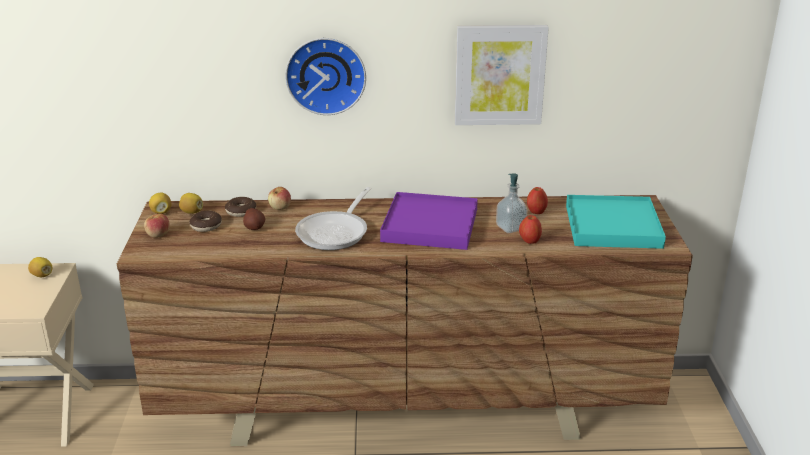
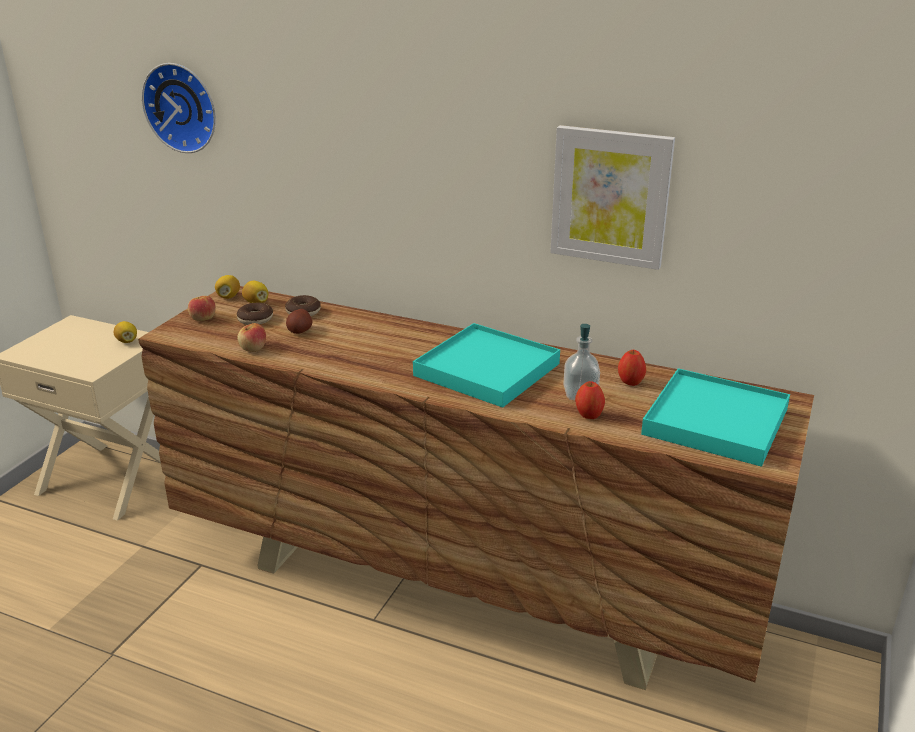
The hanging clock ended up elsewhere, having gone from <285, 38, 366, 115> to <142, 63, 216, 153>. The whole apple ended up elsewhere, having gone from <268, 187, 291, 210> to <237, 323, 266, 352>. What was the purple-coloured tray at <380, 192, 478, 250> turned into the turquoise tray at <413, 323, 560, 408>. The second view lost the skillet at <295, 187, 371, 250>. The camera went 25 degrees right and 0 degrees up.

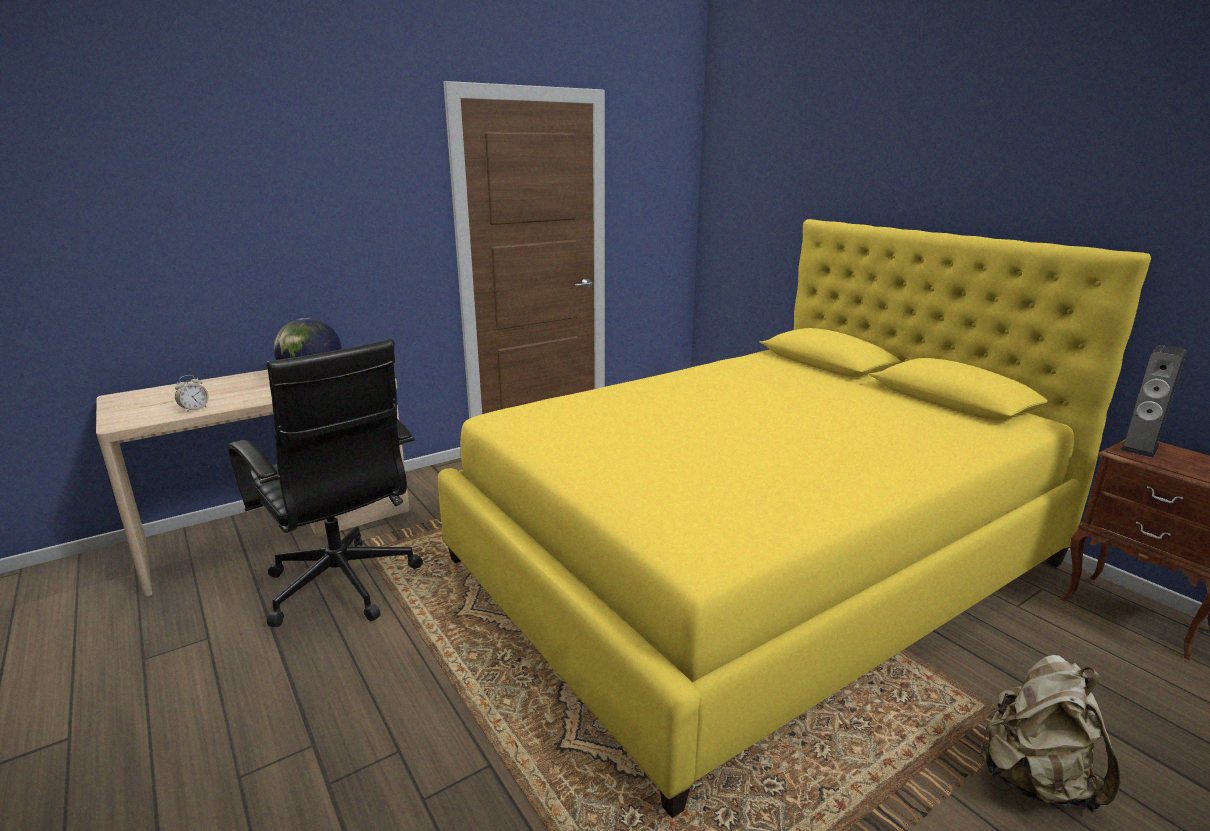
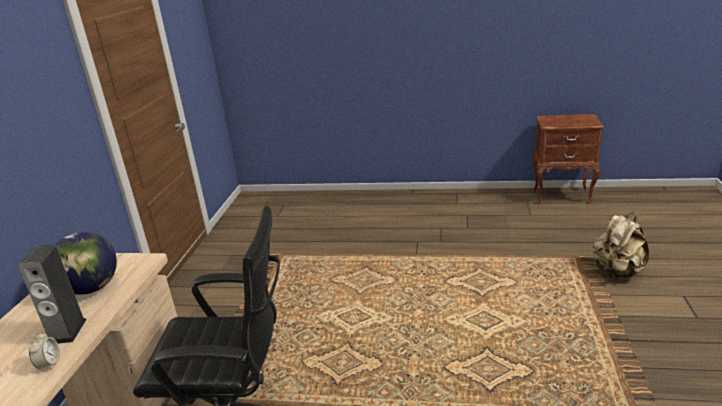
The loudspeaker ended up elsewhere, having gone from <1120, 345, 1187, 458> to <18, 244, 87, 344>. The second view lost the yellowish bed at <438, 219, 1151, 818>. The camera went 45 degrees left and 5 degrees up.

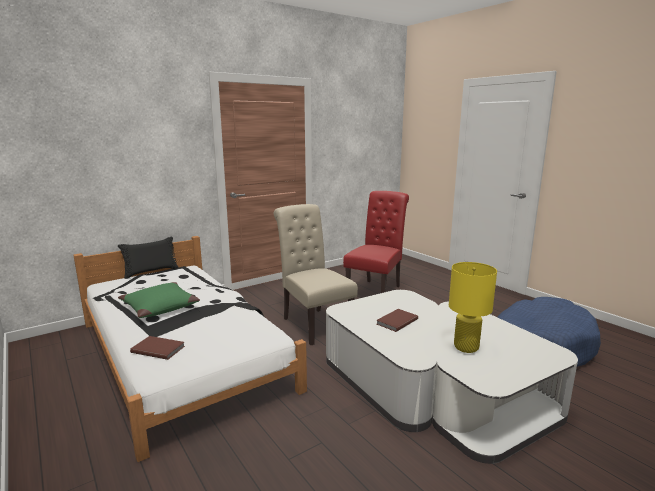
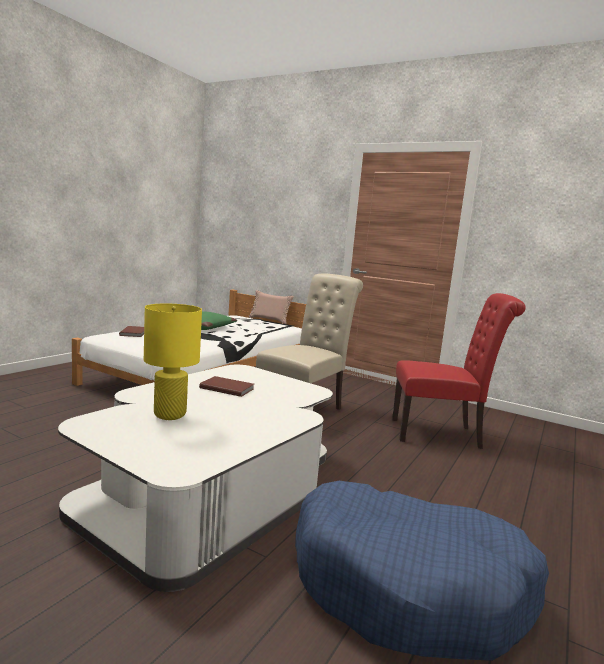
What was the black-coloured pillow at <118, 237, 178, 279> turned into the beige pillow at <249, 290, 294, 324>. The camera went 65 degrees right and 5 degrees down.

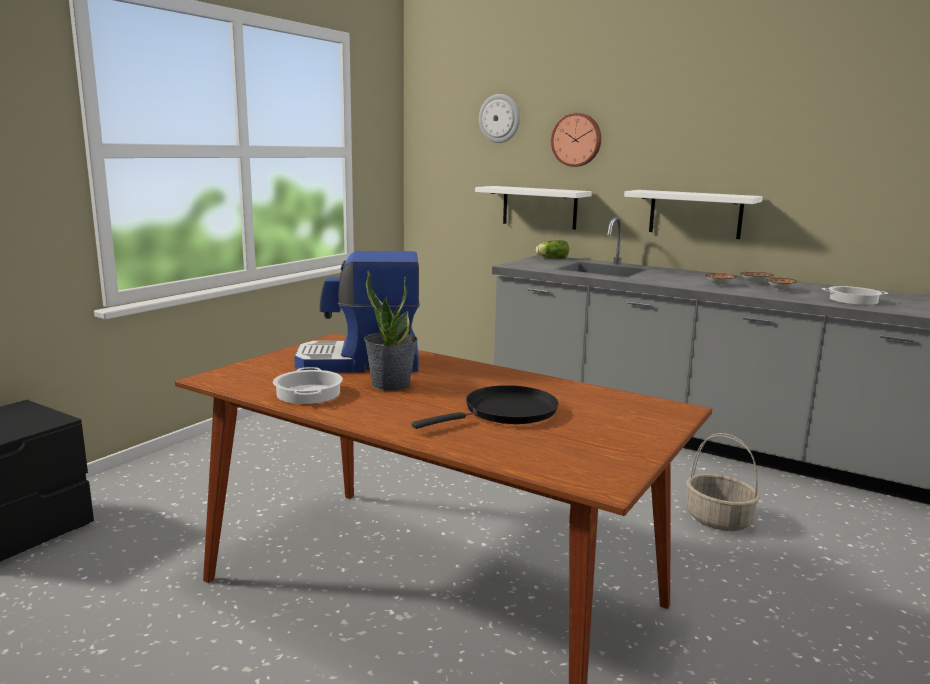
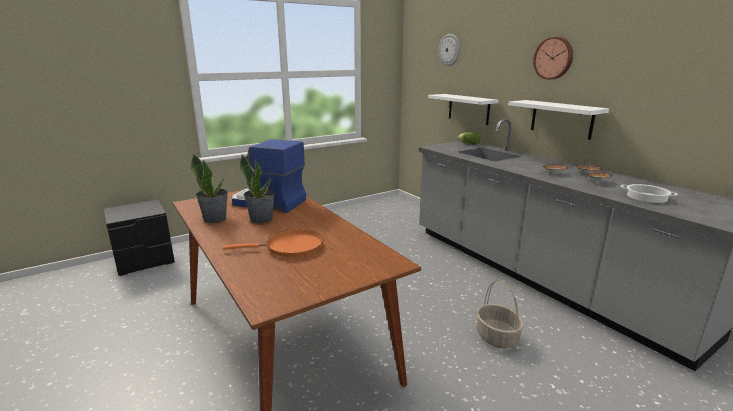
Where the stockpot stood at <273, 367, 343, 404>, the houseplant came to stand at <191, 153, 228, 223>. What was the black-coloured skillet at <412, 385, 559, 429> turned into the orange skillet at <223, 229, 324, 257>. The hanging clock ended up elsewhere, having gone from <551, 113, 601, 167> to <533, 37, 573, 80>. The camera went 25 degrees right and 5 degrees up.

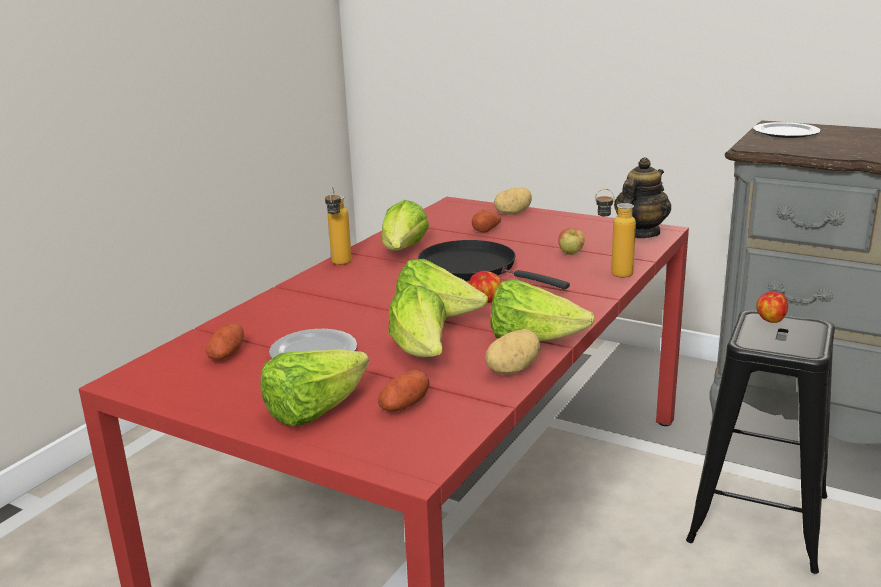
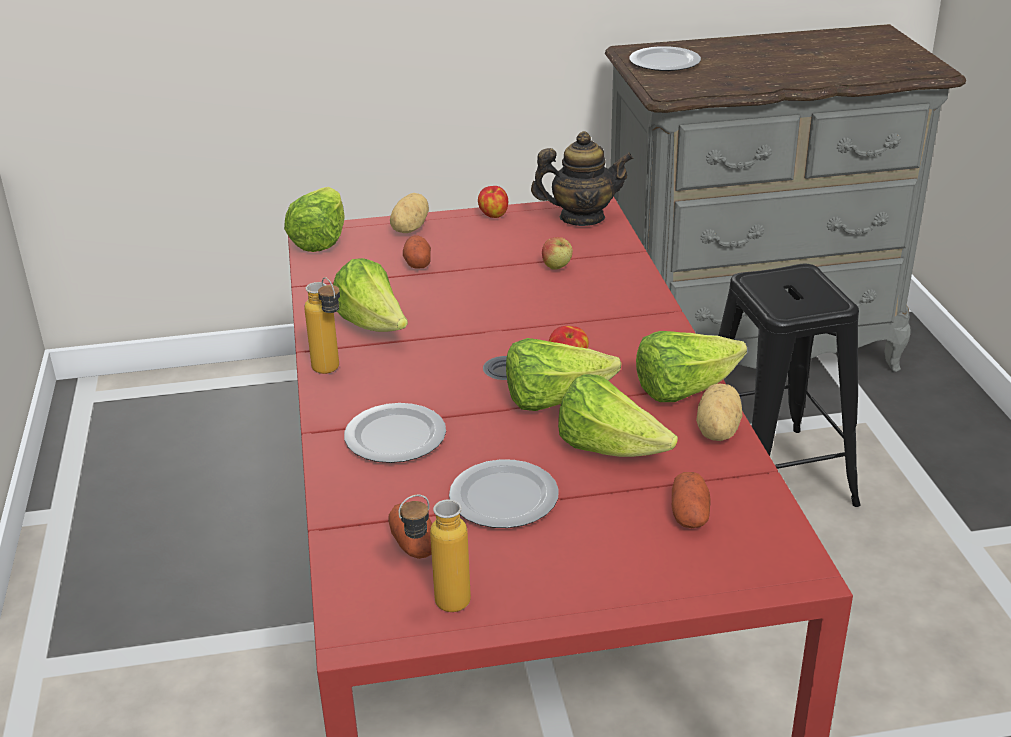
The lettuce head ended up elsewhere, having gone from <261, 349, 369, 426> to <284, 187, 345, 252>. The second view gained the plate at <344, 403, 446, 463>. The beverage bottle ended up elsewhere, having gone from <595, 189, 636, 278> to <399, 495, 471, 612>. The whole apple ended up elsewhere, having gone from <756, 292, 788, 323> to <478, 186, 508, 218>. The pot for tea at <614, 157, 671, 238> ended up facing another way, 90 degrees clockwise from before. The second view lost the black-coloured skillet at <418, 240, 570, 289>. The camera went 40 degrees left and 10 degrees up.

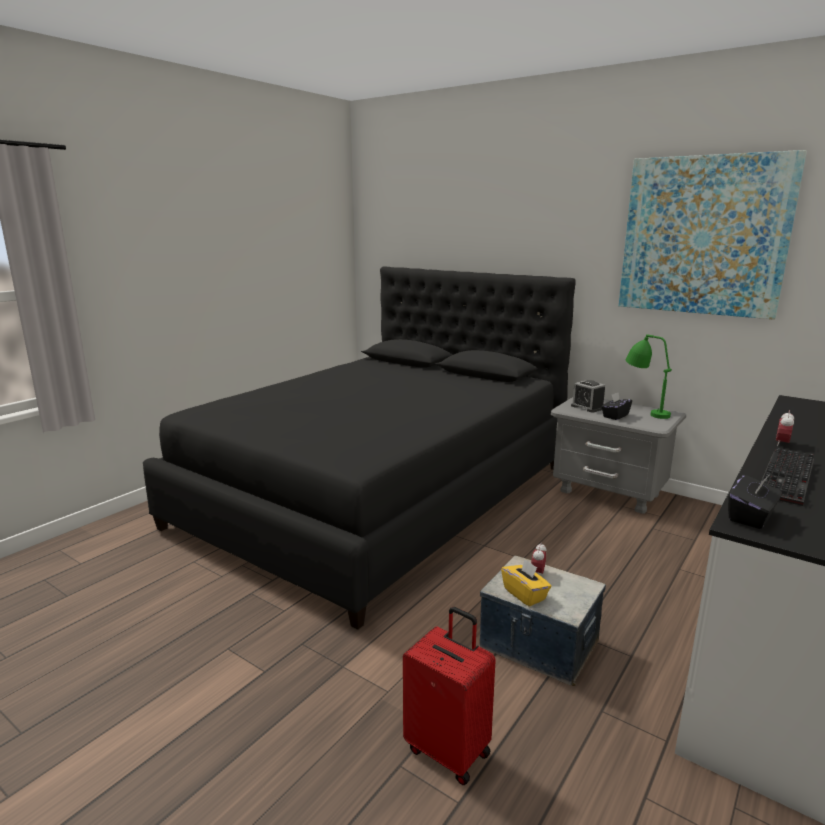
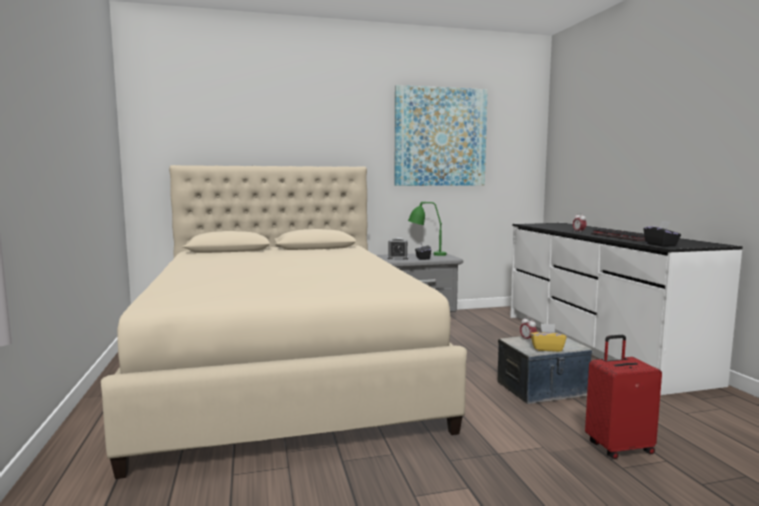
What was the black-coloured bed at <143, 267, 576, 630> turned into the beige bed at <101, 165, 467, 479>. The camera went 50 degrees left and 10 degrees down.

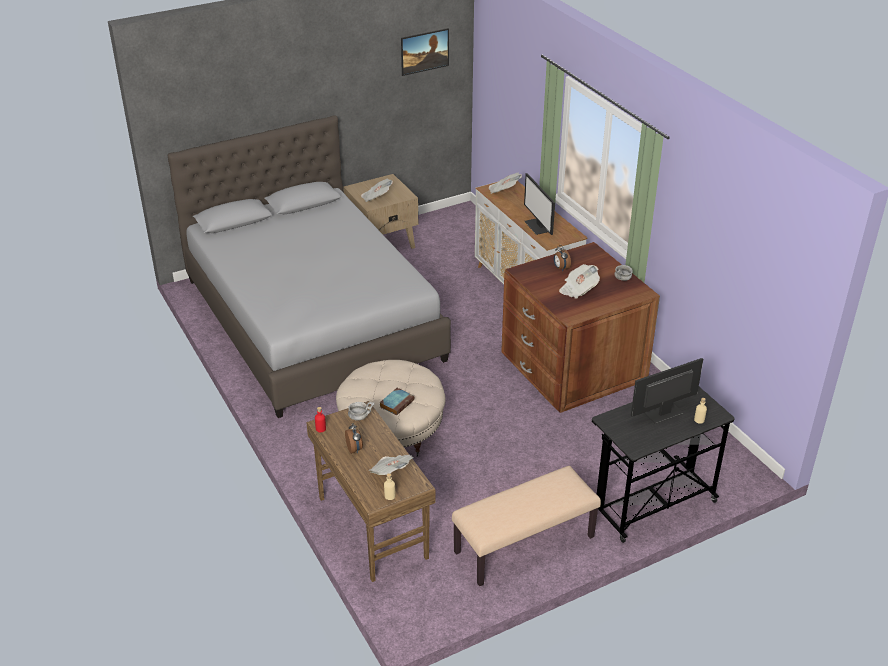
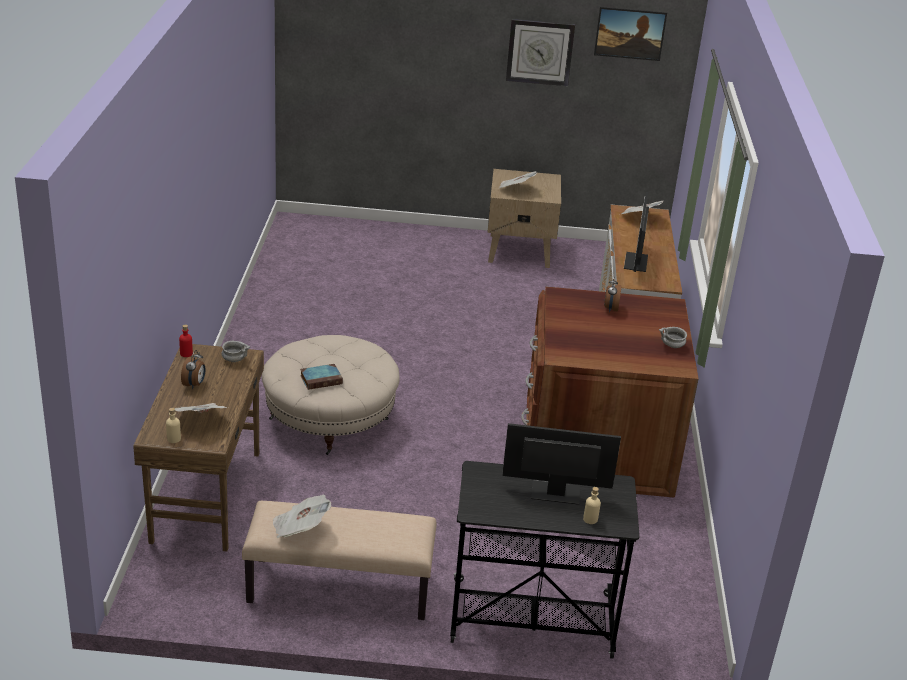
The printed paper ended up elsewhere, having gone from <559, 264, 600, 299> to <273, 495, 331, 538>. The second view gained the hanging clock at <506, 19, 575, 86>. The second view lost the gray bed at <168, 115, 451, 418>. The camera went 30 degrees right and 5 degrees down.

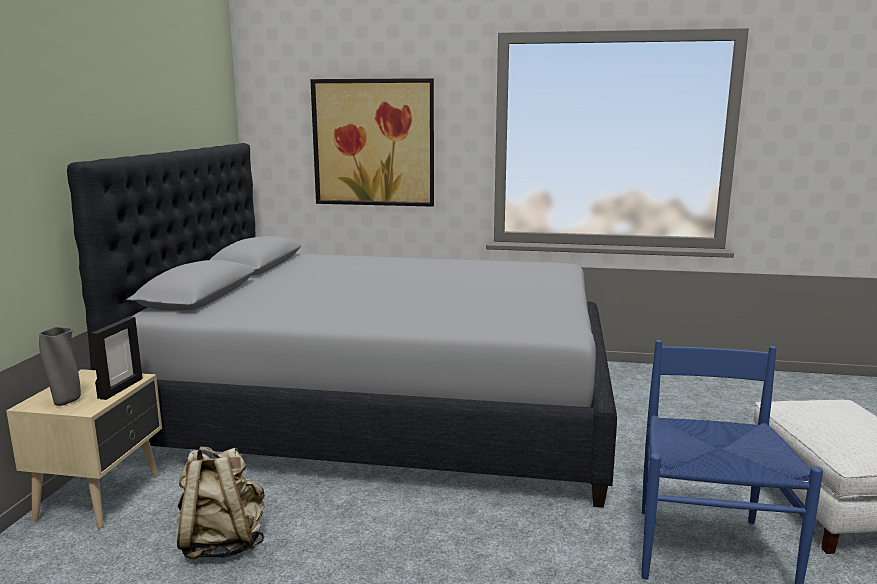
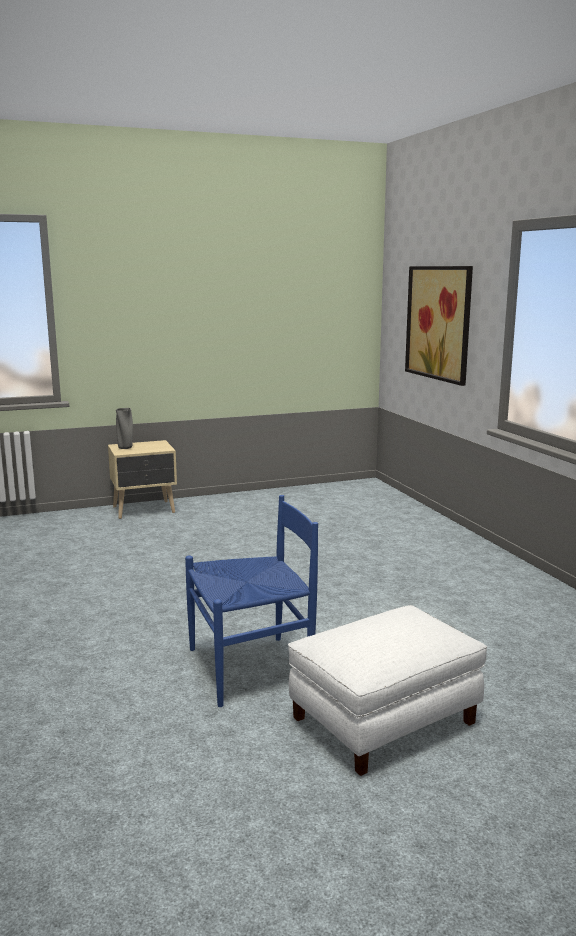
The second view lost the gray bed at <67, 143, 617, 508>. The second view lost the photo frame at <91, 316, 143, 400>. The second view lost the beige knapsack at <177, 446, 265, 559>. The camera went 60 degrees right and 0 degrees up.

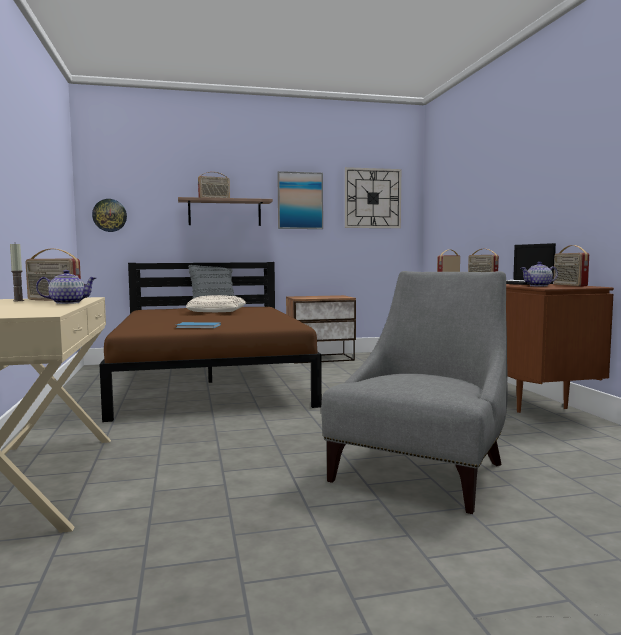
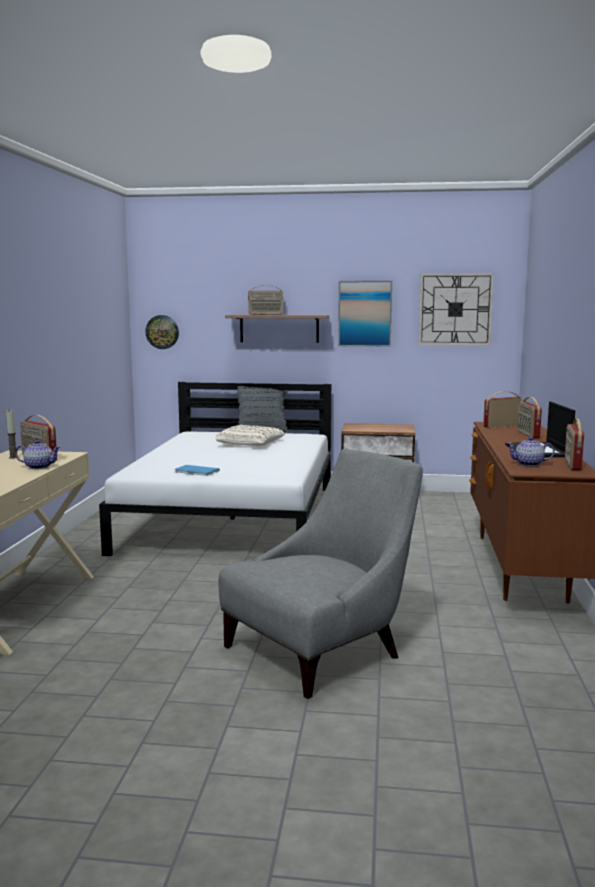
What was the brown bed at <99, 262, 322, 422> turned into the white-coloured bed at <99, 382, 331, 556>. The camera went 20 degrees right and 5 degrees up.

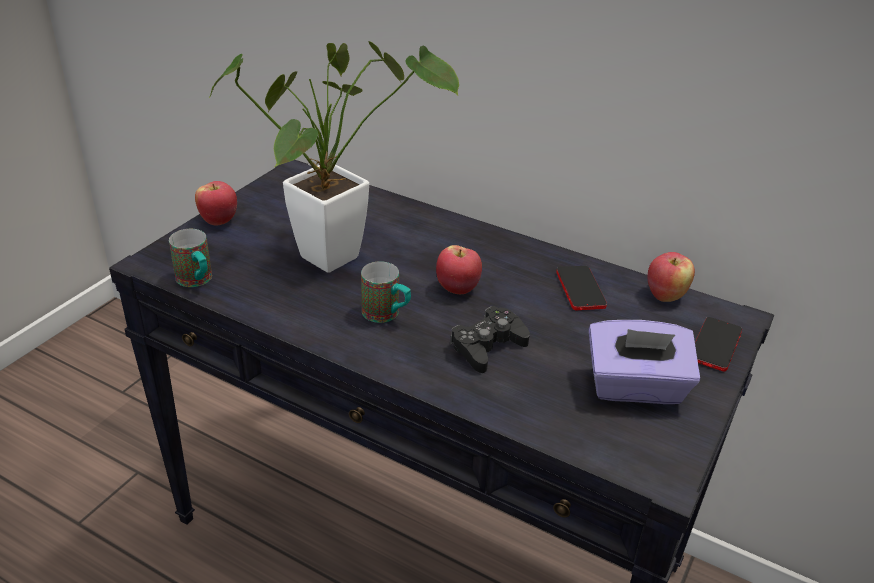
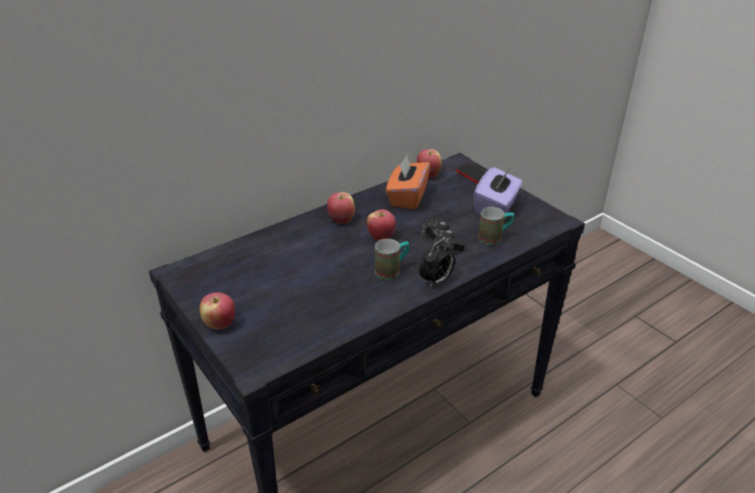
The second view gained the whole apple at <327, 192, 355, 224>. Where the telephone stood at <556, 266, 607, 310>, the orange tissue box came to stand at <386, 155, 430, 210>. The second view gained the bedside clock at <419, 238, 455, 287>. The coffee mug ended up elsewhere, having gone from <169, 229, 212, 287> to <478, 207, 514, 245>. The second view lost the houseplant at <208, 41, 459, 273>. The camera went 65 degrees left and 0 degrees up.

